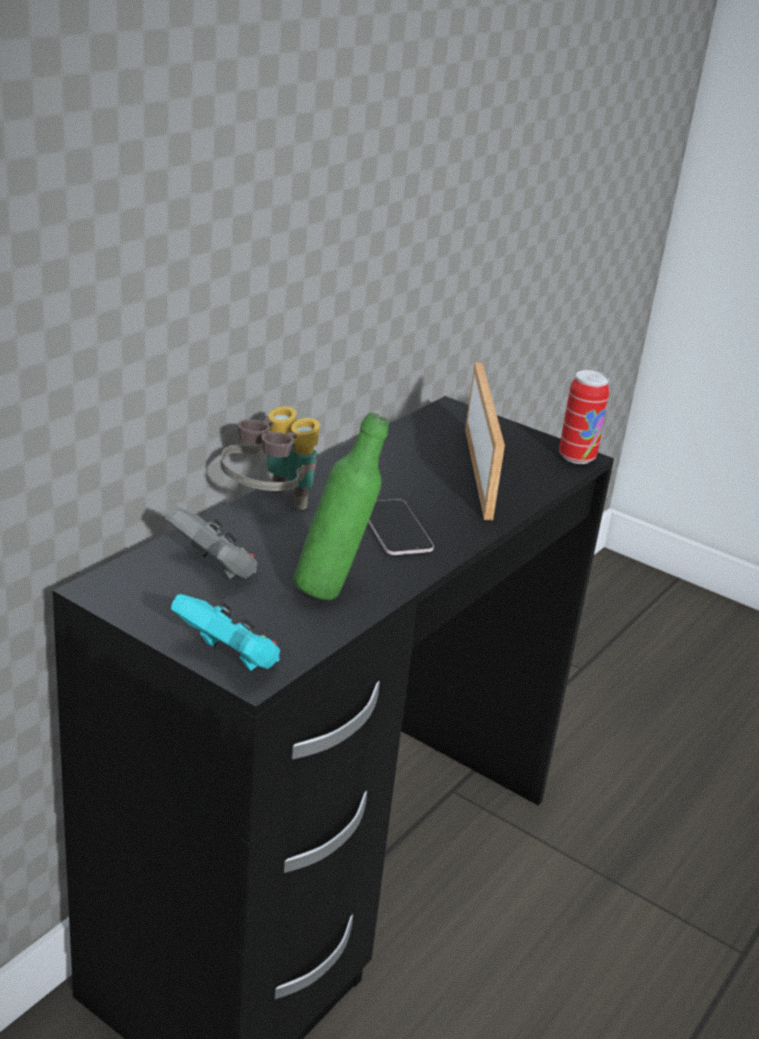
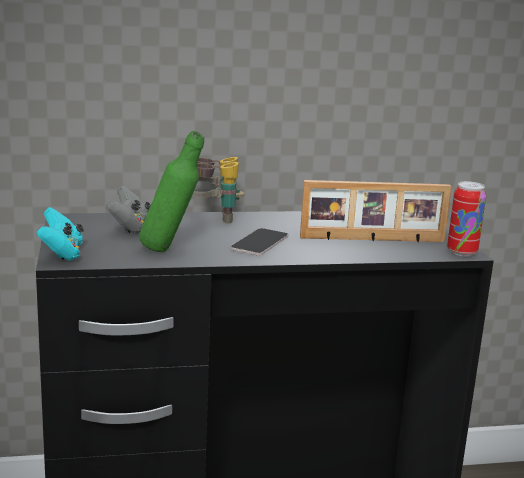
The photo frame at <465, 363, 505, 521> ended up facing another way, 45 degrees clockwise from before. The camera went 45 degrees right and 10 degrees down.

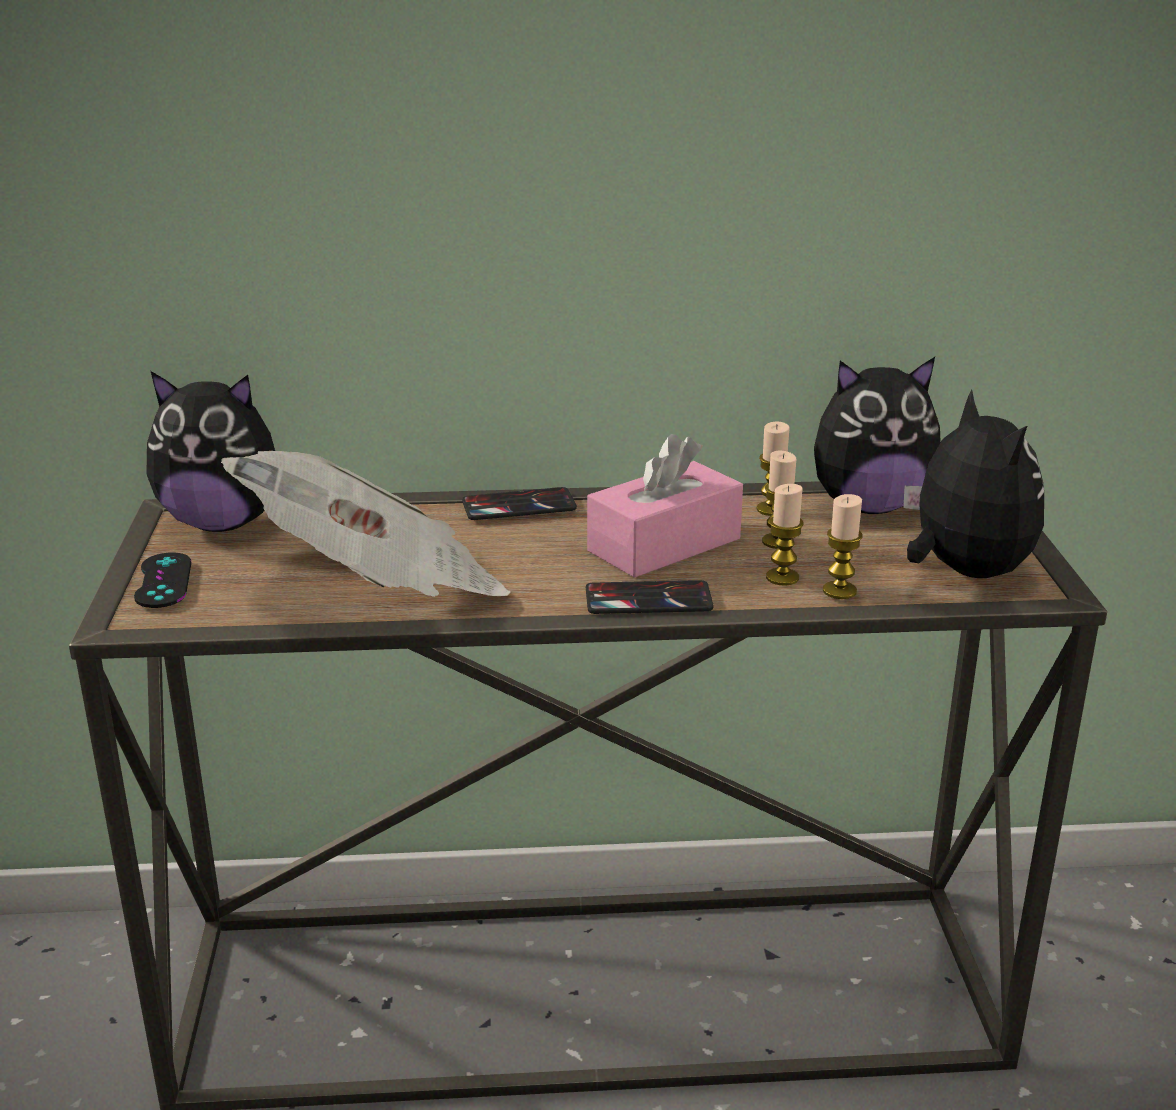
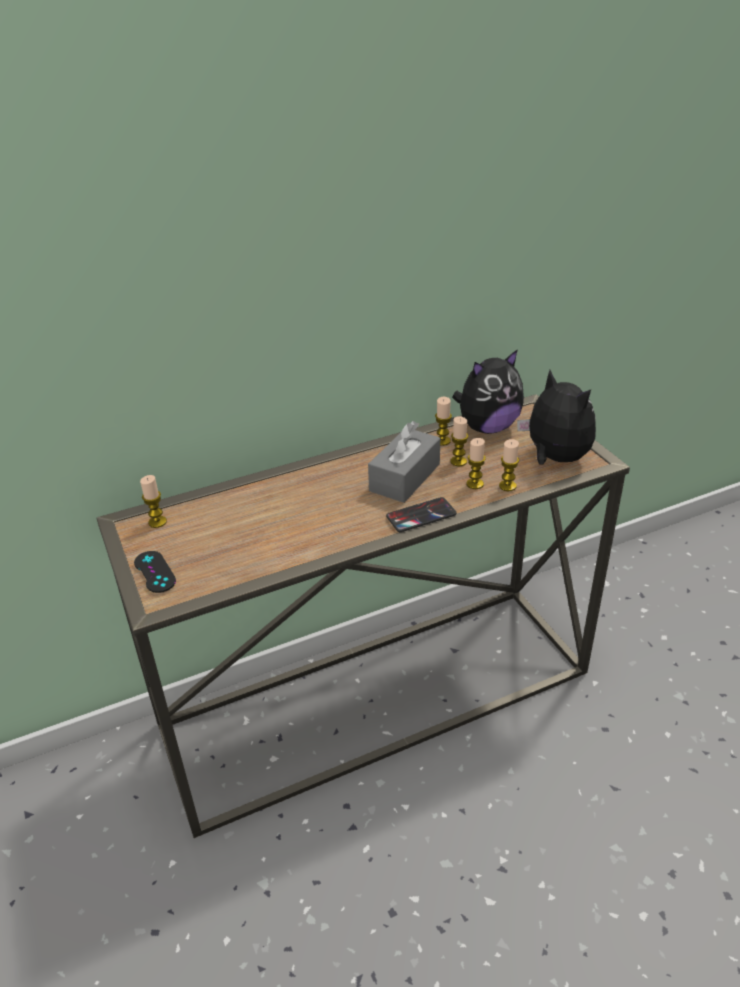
Where the cuddly toy stood at <147, 371, 275, 532>, the candle came to stand at <140, 475, 167, 528>. What was the pink-coloured tissue box at <587, 434, 743, 578> turned into the gray tissue box at <368, 421, 440, 503>. The second view lost the printed paper at <221, 451, 511, 597>. The second view lost the telephone at <462, 487, 577, 520>. The camera went 20 degrees left and 10 degrees up.

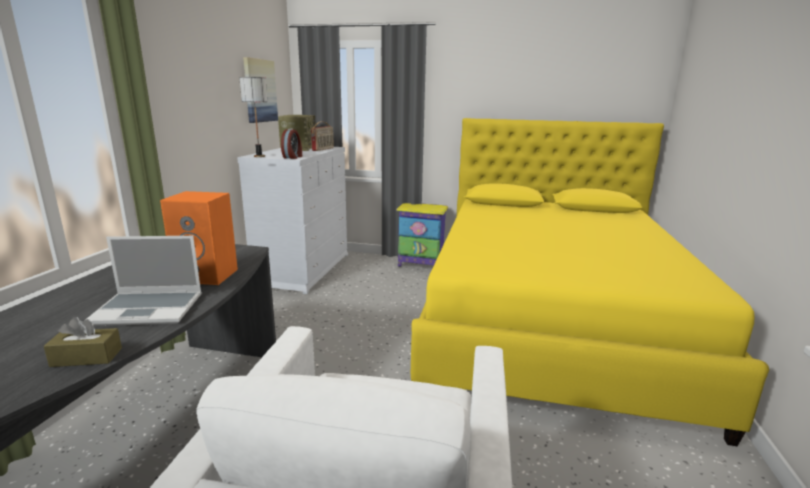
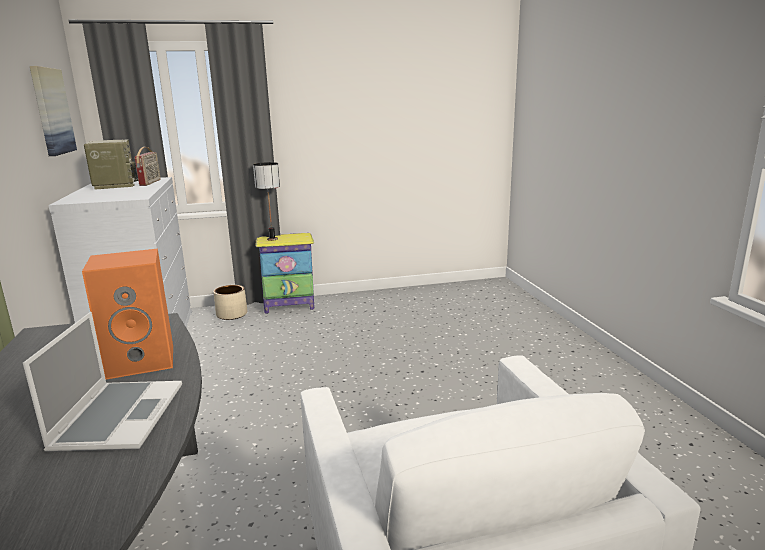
The portable computer at <84, 236, 202, 326> ended up facing another way, 60 degrees counterclockwise from before. The second view gained the beige plant pot at <213, 285, 247, 320>. The lamp for a table ended up elsewhere, having gone from <239, 77, 267, 157> to <253, 162, 280, 241>. The second view lost the brown tissue box at <44, 317, 122, 367>. The second view lost the bedside clock at <281, 128, 302, 159>. The second view lost the yellowish bed at <411, 118, 769, 446>. The camera went 25 degrees left and 0 degrees up.

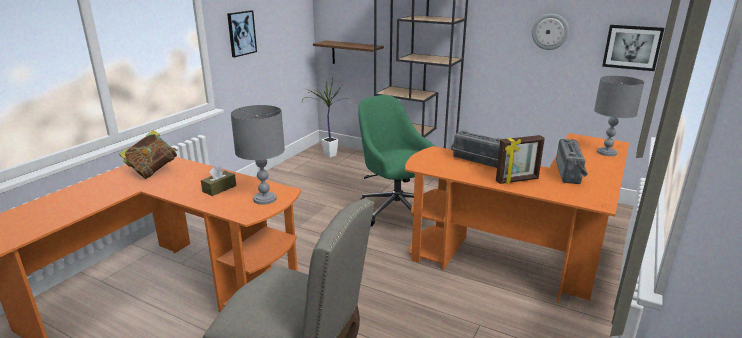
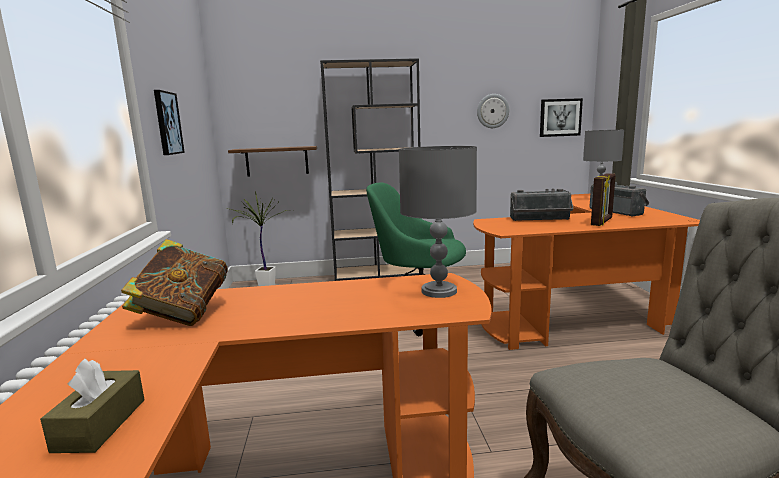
The brown tissue box ended up elsewhere, having gone from <201, 165, 236, 196> to <40, 359, 145, 453>. The camera went 35 degrees left and 10 degrees down.

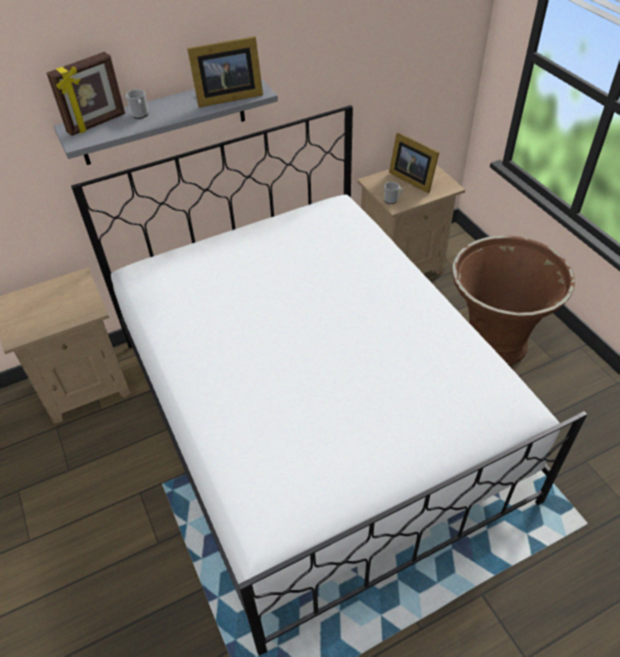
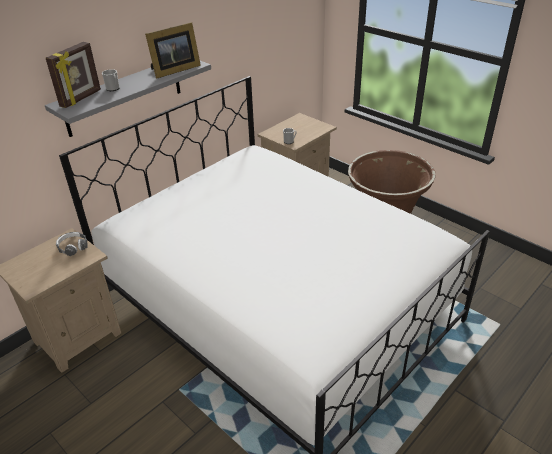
The second view gained the headphones at <56, 232, 88, 256>. The second view lost the photo frame at <389, 132, 439, 194>. The camera went 20 degrees left and 10 degrees down.

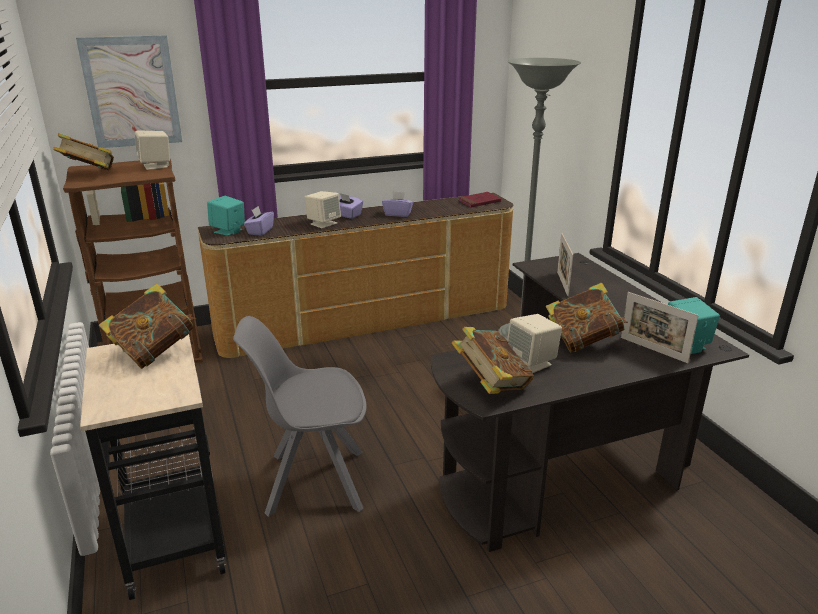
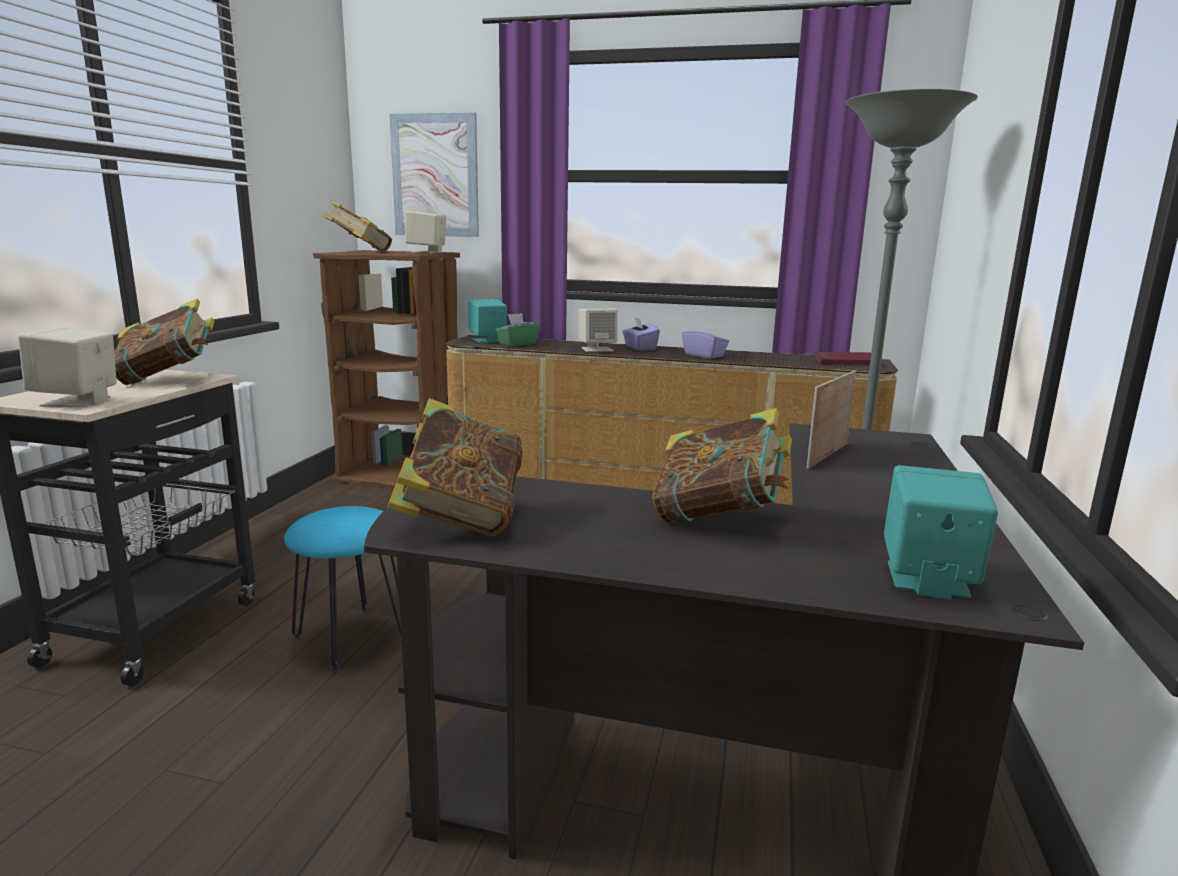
The beige loudspeaker ended up elsewhere, having gone from <507, 314, 562, 373> to <18, 327, 117, 407>. Where the gray upright chair stood at <233, 316, 367, 517>, the turquoise stool came to stand at <284, 506, 401, 672>. What was the purple-coloured tissue box at <244, 206, 274, 236> turned into the green-coloured tissue box at <495, 313, 540, 347>. The second view lost the photo frame at <621, 292, 699, 363>. The camera went 35 degrees right and 10 degrees down.

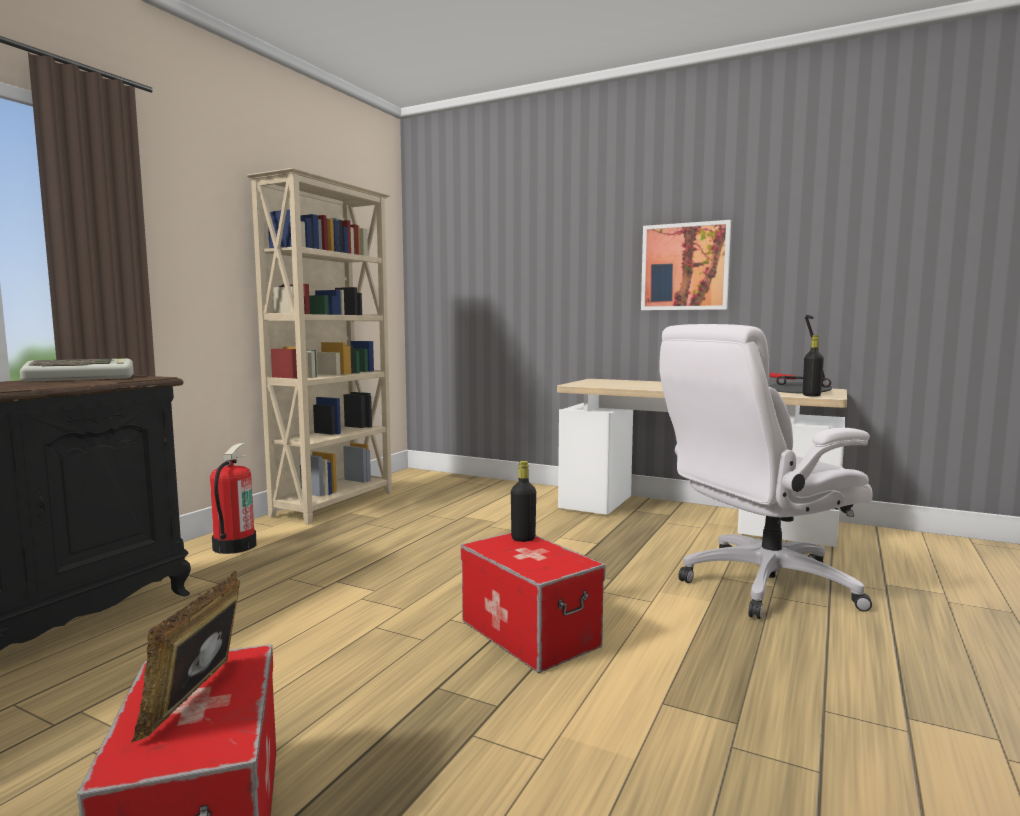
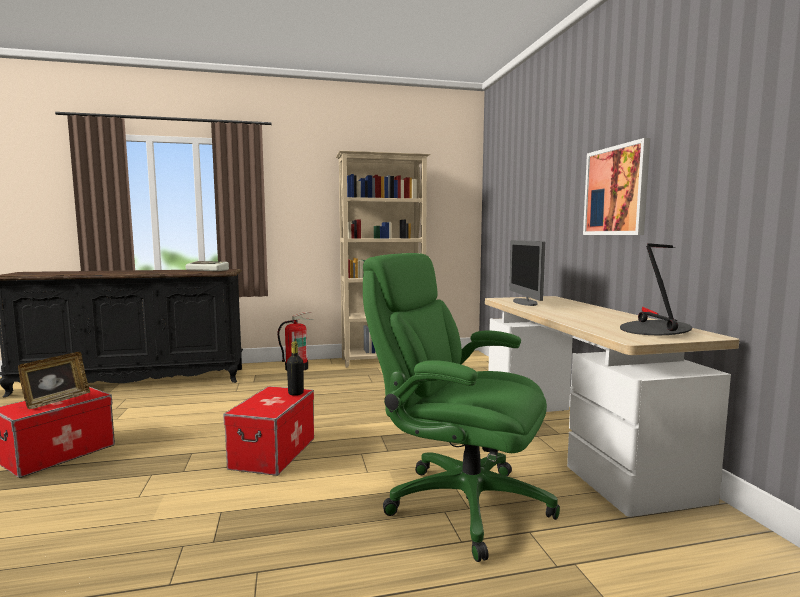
The photo frame at <131, 571, 240, 742> ended up facing another way, 150 degrees clockwise from before. What was the white-coloured computer chair at <659, 324, 873, 619> turned into the green-coloured computer chair at <363, 253, 560, 562>. The second view gained the monitor at <509, 240, 545, 306>. The second view lost the black-coloured beverage bottle at <803, 335, 824, 397>. The camera went 50 degrees right and 0 degrees up.

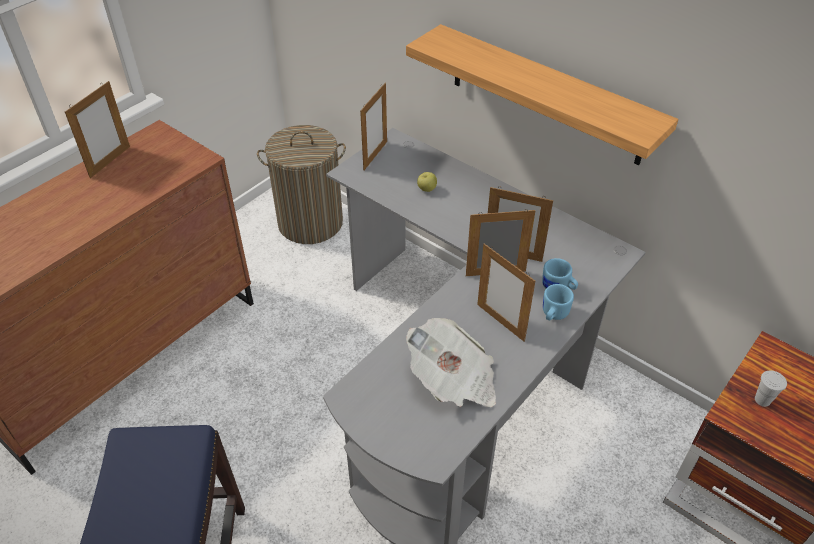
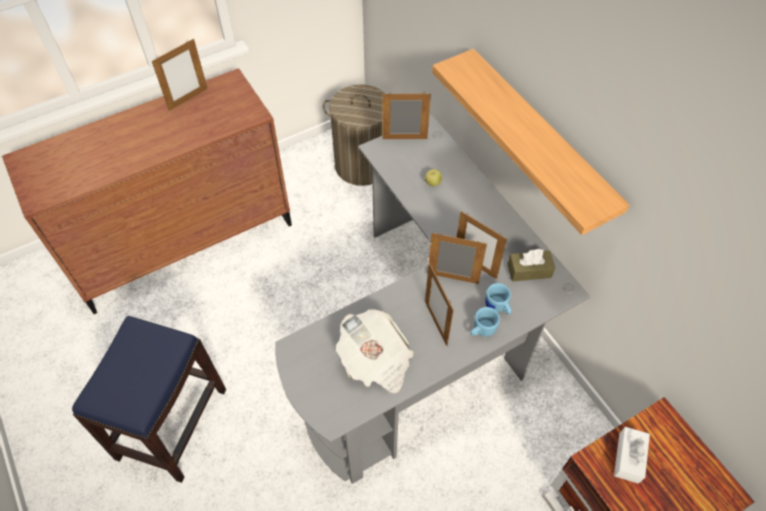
The photo frame at <360, 83, 387, 170> ended up facing another way, 135 degrees counterclockwise from before. The second view gained the brown tissue box at <508, 249, 555, 282>. Where the white-coloured drinking cup stood at <755, 370, 787, 407>, the white-coloured tissue box came to stand at <614, 427, 650, 484>. The camera went 20 degrees right and 10 degrees up.

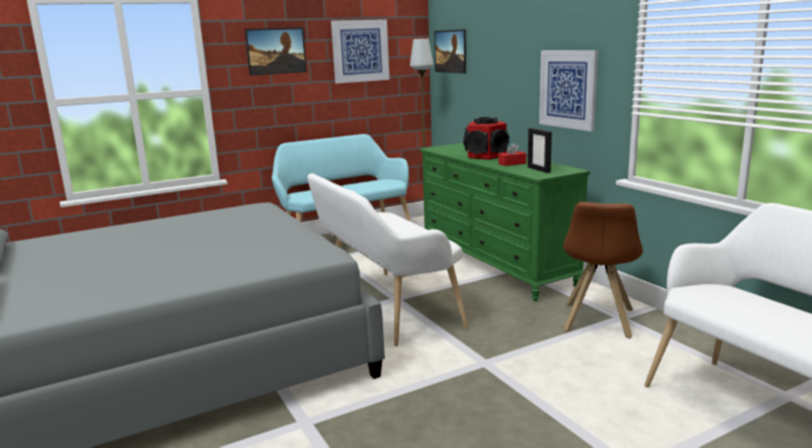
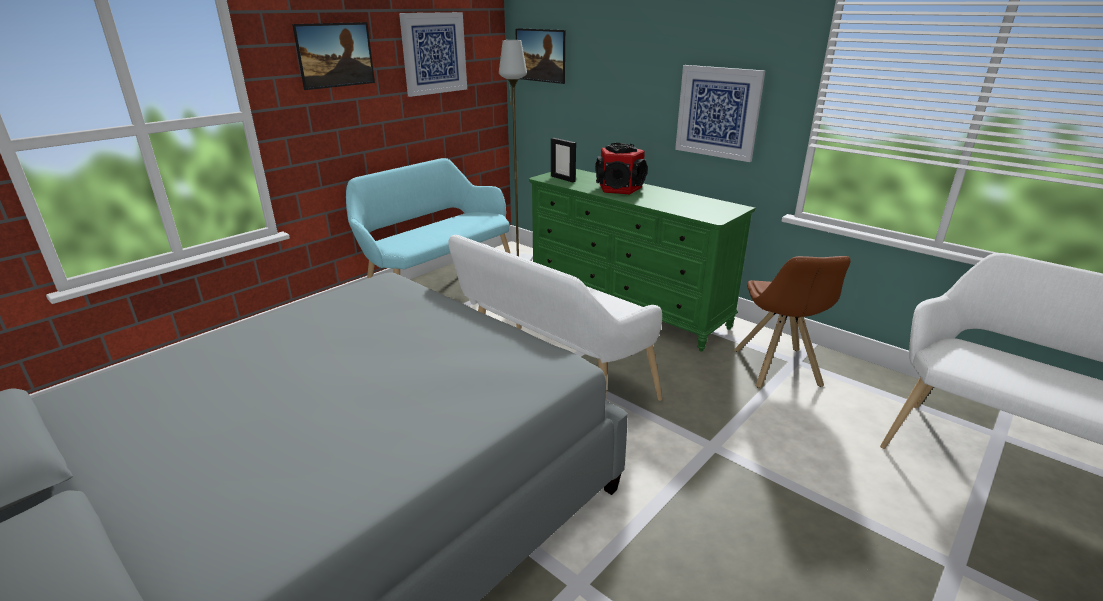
The photo frame ended up elsewhere, having gone from <528, 128, 552, 173> to <551, 138, 576, 182>. The second view lost the reddish tissue box at <498, 143, 526, 166>. The camera went 20 degrees left and 10 degrees up.

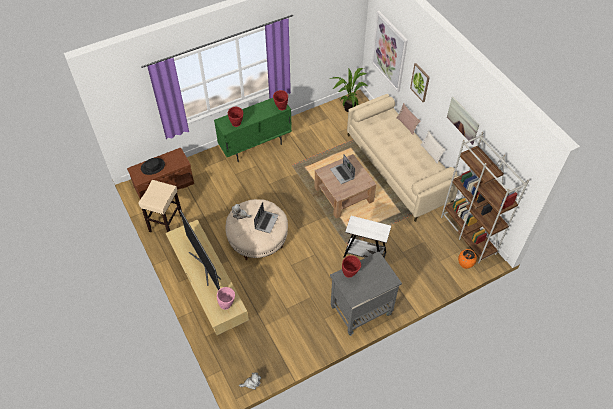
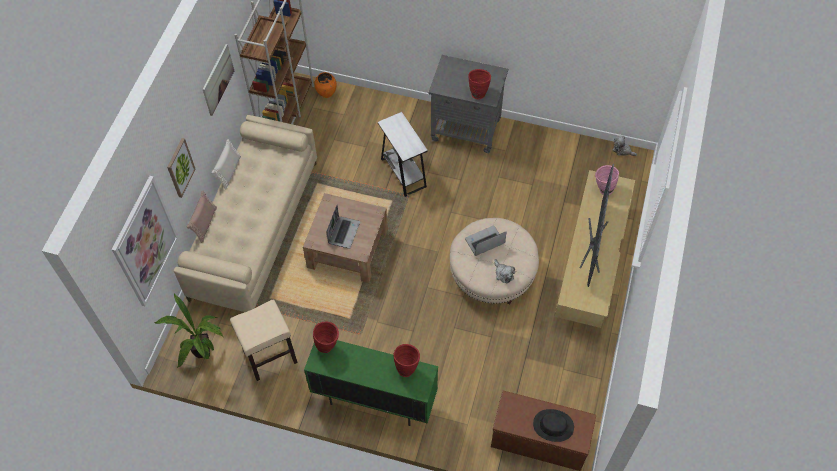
The beige stool ended up elsewhere, having gone from <138, 180, 182, 232> to <230, 300, 298, 381>. The camera went 135 degrees left and 5 degrees up.

